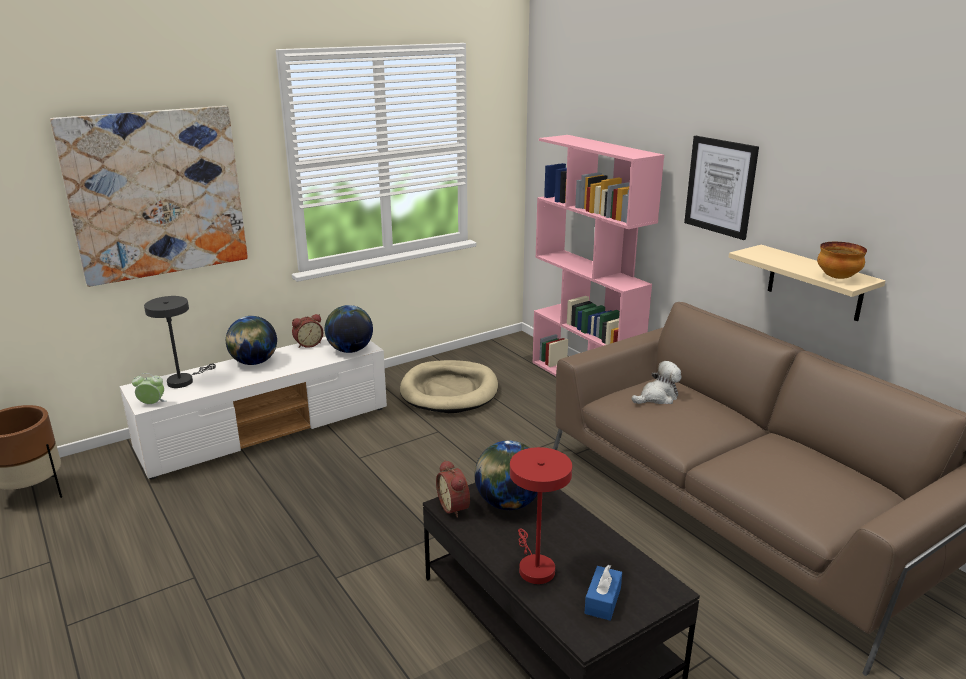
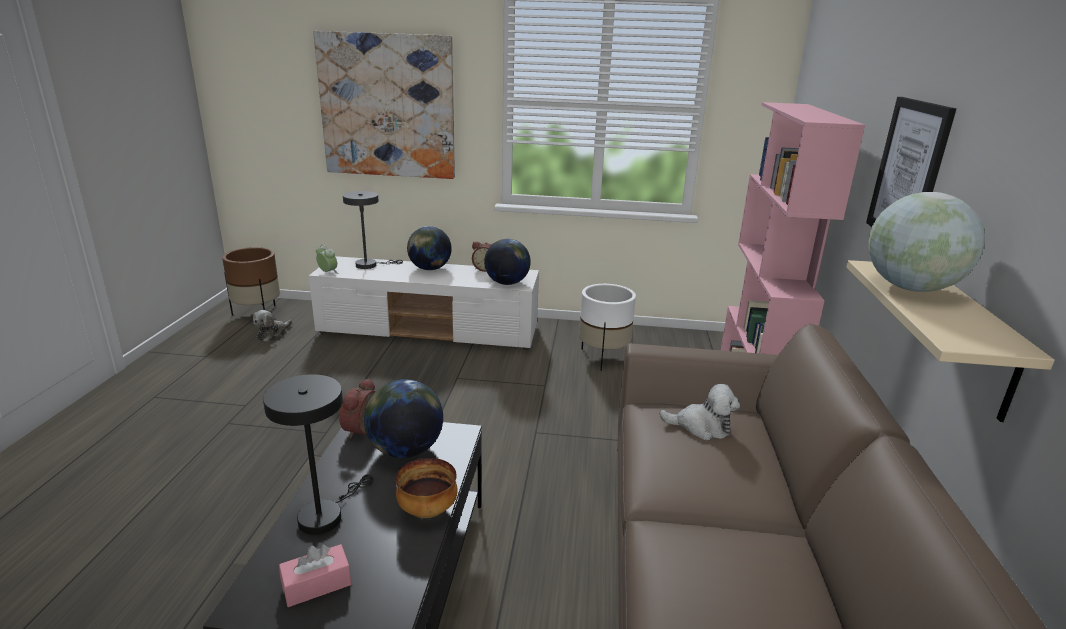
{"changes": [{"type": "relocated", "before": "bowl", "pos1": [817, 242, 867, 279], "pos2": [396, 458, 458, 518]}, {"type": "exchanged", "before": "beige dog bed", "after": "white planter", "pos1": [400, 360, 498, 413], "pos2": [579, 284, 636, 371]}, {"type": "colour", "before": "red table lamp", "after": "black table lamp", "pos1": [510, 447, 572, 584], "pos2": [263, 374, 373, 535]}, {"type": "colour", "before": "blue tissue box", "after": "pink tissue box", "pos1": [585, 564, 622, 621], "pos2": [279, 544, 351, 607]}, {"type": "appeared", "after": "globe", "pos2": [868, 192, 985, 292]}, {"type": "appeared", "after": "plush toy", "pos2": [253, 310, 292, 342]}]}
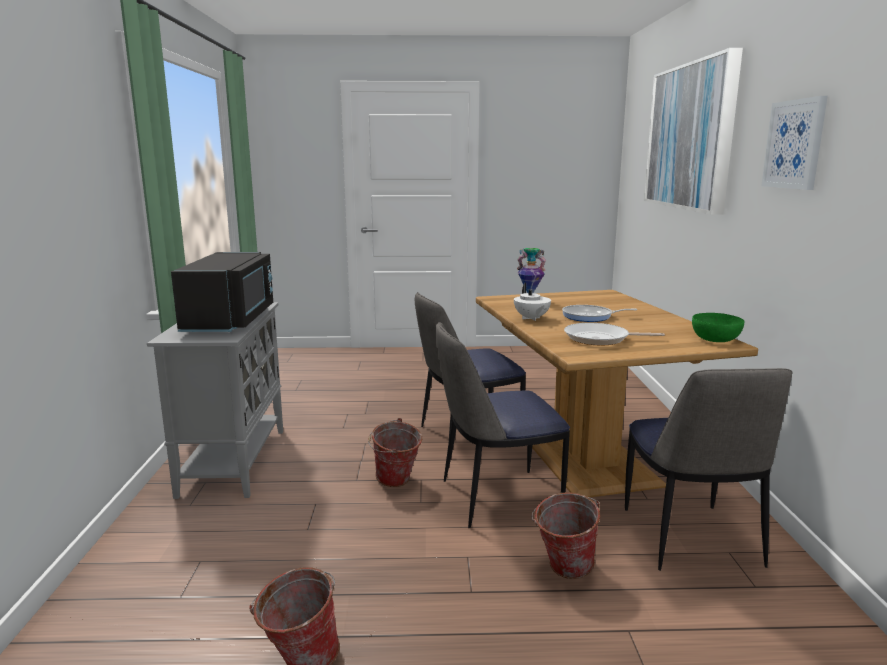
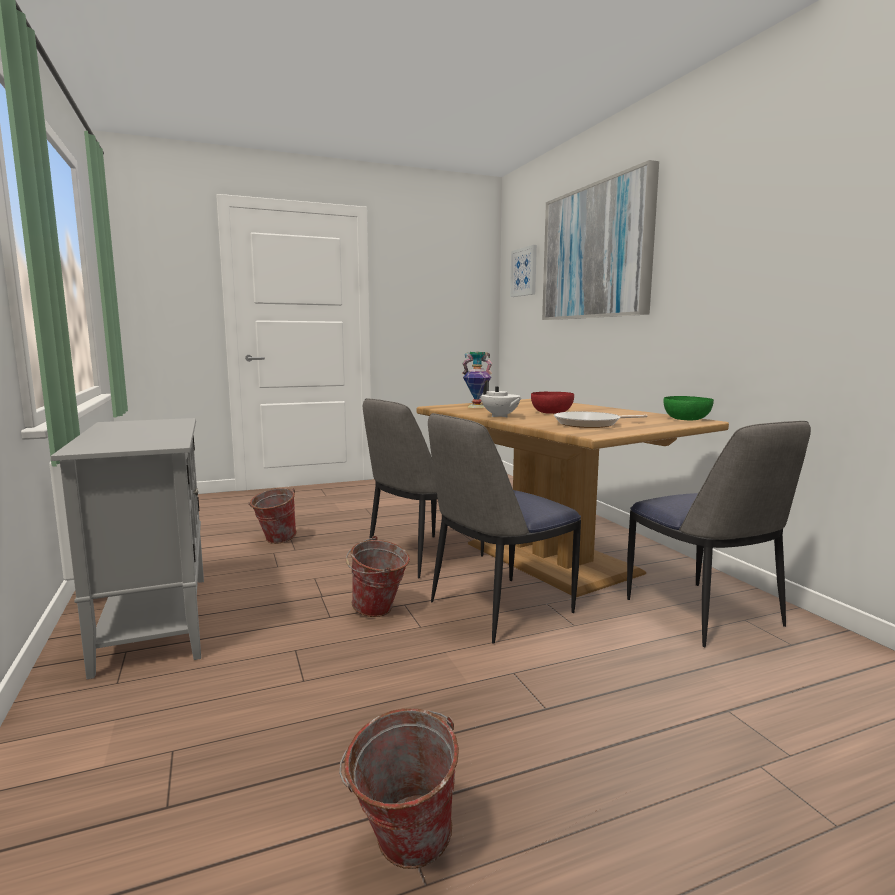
{"changes": [{"type": "relocated", "before": "picture", "pos1": [761, 96, 828, 190], "pos2": [510, 245, 537, 297]}, {"type": "missing", "before": "black microwave", "pos1": [171, 252, 273, 332]}, {"type": "exchanged", "before": "frying pan", "after": "red bowl", "pos1": [562, 305, 638, 322], "pos2": [531, 392, 574, 414]}, {"type": "relocated", "before": "bucket", "pos1": [532, 493, 600, 579], "pos2": [248, 488, 297, 544]}]}
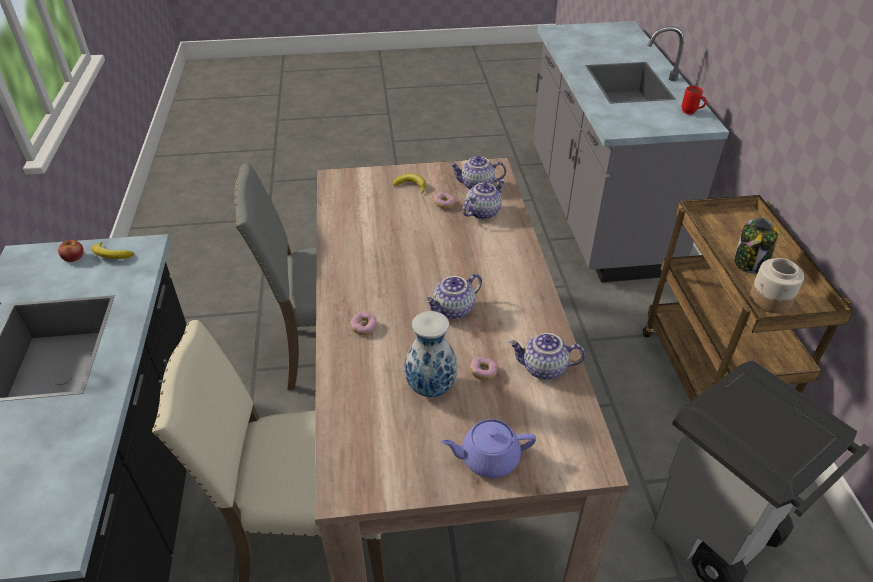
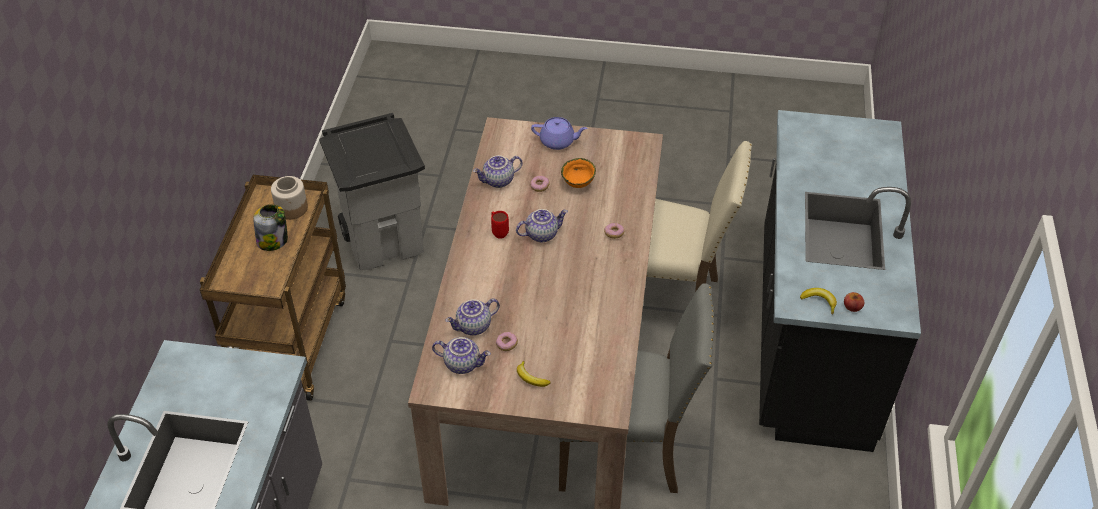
{"changes": [{"type": "relocated", "before": "red mug", "pos1": [682, 86, 707, 115], "pos2": [491, 211, 509, 239]}, {"type": "exchanged", "before": "vase", "after": "orange bowl", "pos1": [404, 311, 458, 397], "pos2": [561, 158, 596, 188]}, {"type": "spun", "before": "teapot", "pos1": [508, 333, 585, 380], "pos2": [473, 155, 523, 188], "turn": 135}]}
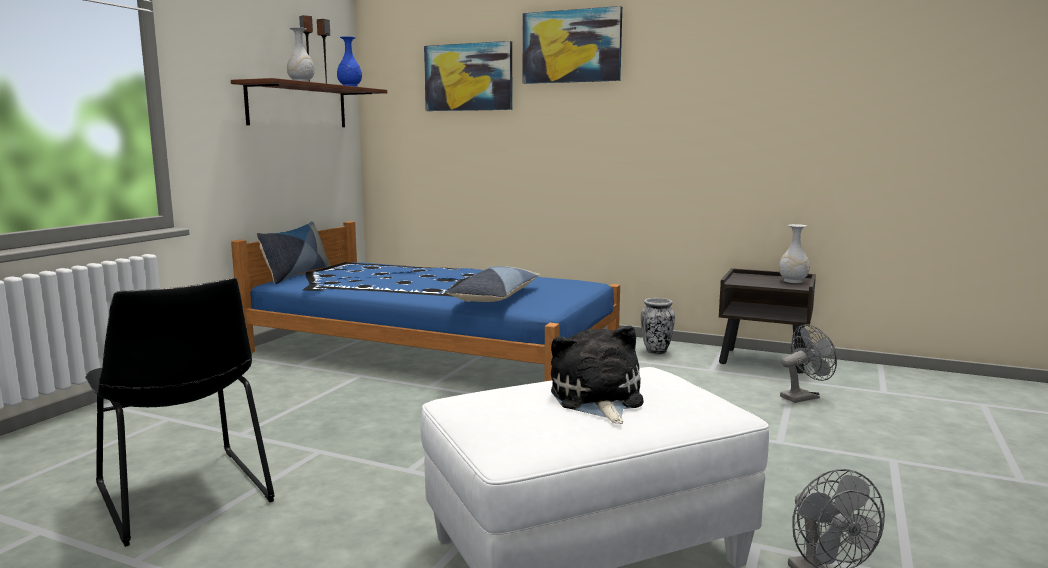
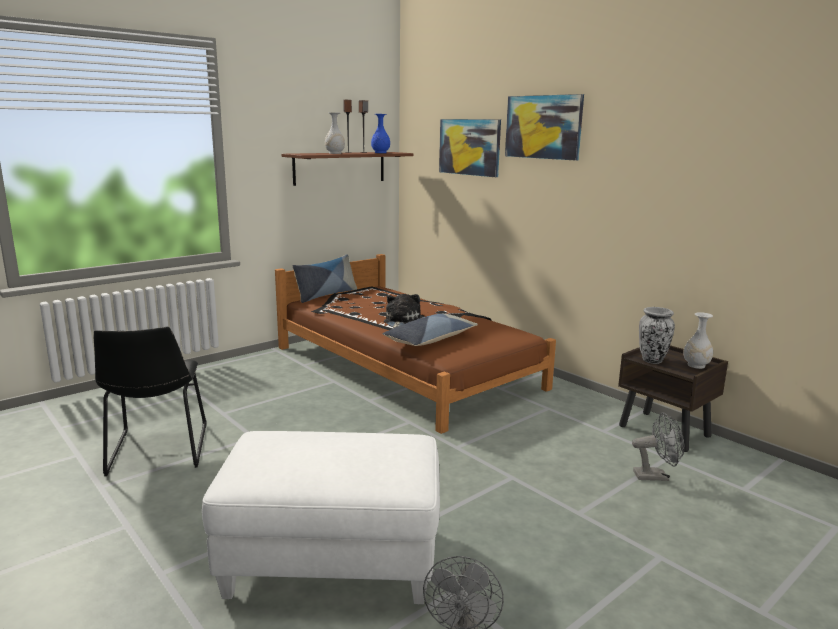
{"changes": [{"type": "colour", "before": "blue bed", "after": "brown bed", "pos1": [231, 221, 620, 382], "pos2": [275, 254, 556, 434]}, {"type": "relocated", "before": "vase", "pos1": [641, 298, 675, 354], "pos2": [639, 307, 675, 364]}, {"type": "relocated", "before": "plush toy", "pos1": [551, 325, 644, 424], "pos2": [384, 294, 421, 329]}]}
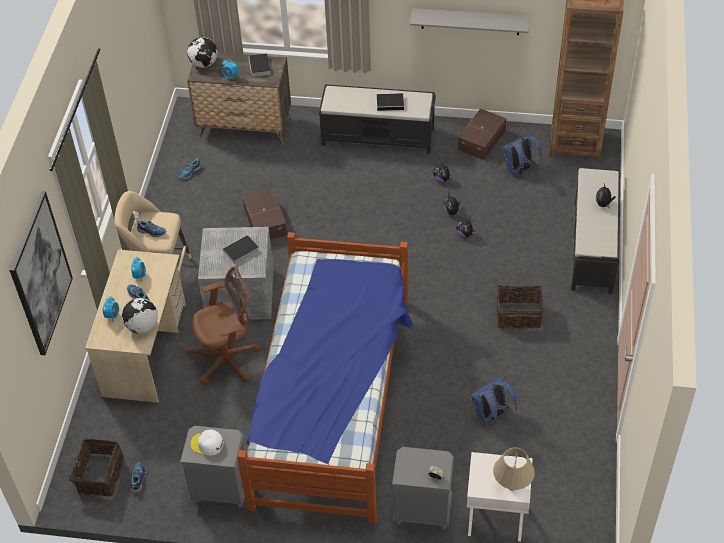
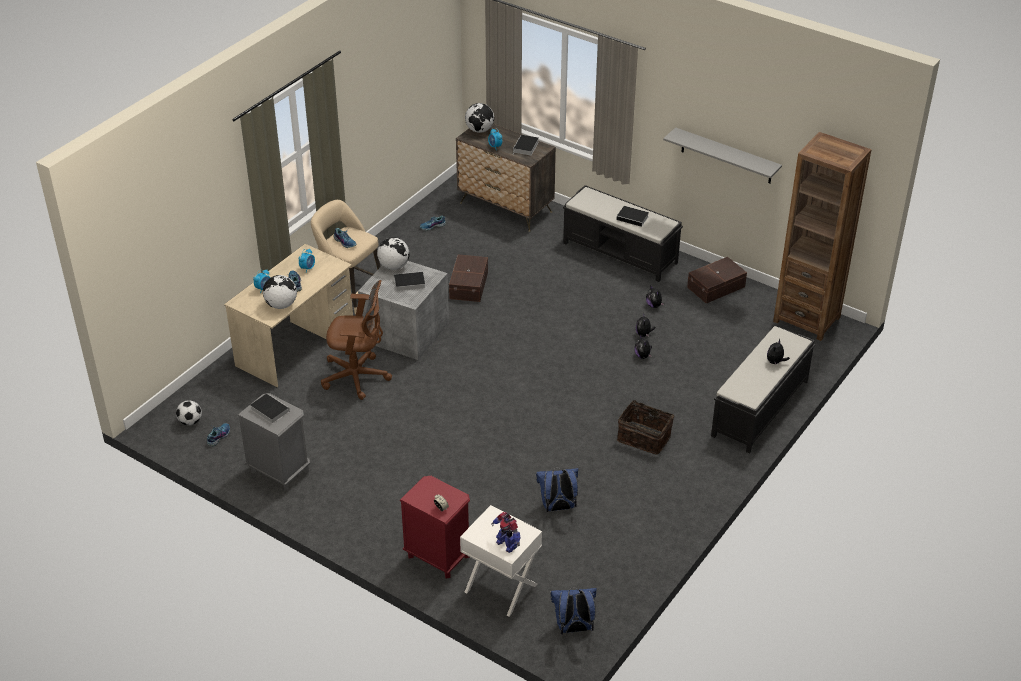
{"changes": [{"type": "relocated", "before": "blue backpack", "pos1": [502, 133, 542, 176], "pos2": [550, 587, 597, 635]}, {"type": "missing", "before": "picture", "pos1": [9, 191, 73, 355]}, {"type": "missing", "before": "bed", "pos1": [237, 232, 413, 524]}, {"type": "exchanged", "before": "white cap", "after": "book", "pos1": [190, 430, 224, 456], "pos2": [250, 394, 290, 424]}, {"type": "exchanged", "before": "basket", "after": "football", "pos1": [64, 439, 124, 497], "pos2": [176, 400, 202, 426]}, {"type": "colour", "before": "grey nightstand", "after": "red nightstand", "pos1": [392, 447, 454, 530], "pos2": [399, 476, 470, 578]}, {"type": "exchanged", "before": "beige table lamp", "after": "toy robot", "pos1": [493, 447, 535, 490], "pos2": [491, 512, 521, 553]}, {"type": "appeared", "after": "globe", "pos2": [377, 237, 410, 270]}]}
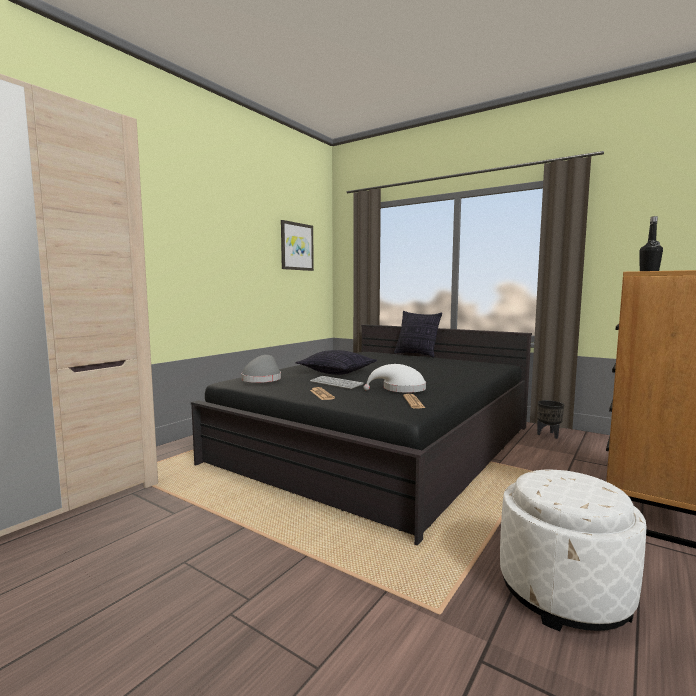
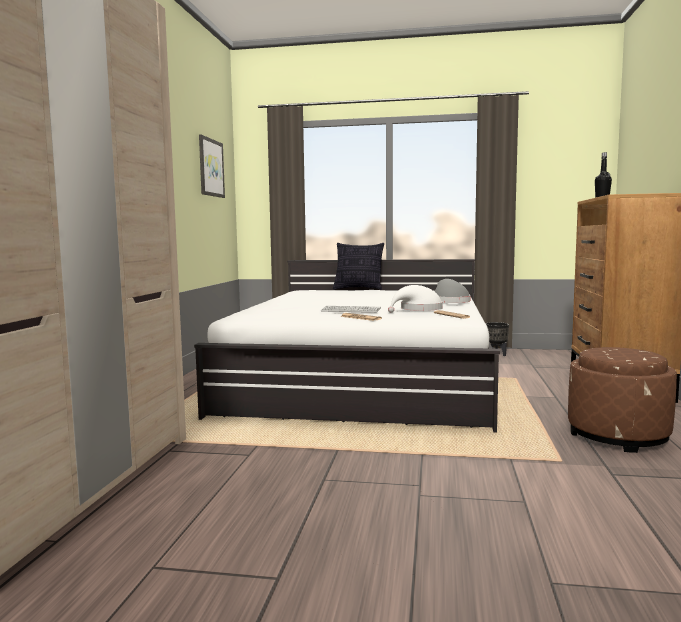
{"changes": [{"type": "colour", "before": "black bed", "after": "white bed", "pos1": [191, 324, 532, 546], "pos2": [194, 259, 500, 433]}, {"type": "missing", "before": "pillow", "pos1": [296, 350, 377, 375]}, {"type": "relocated", "before": "grey hat", "pos1": [241, 355, 281, 383], "pos2": [435, 279, 470, 303]}, {"type": "colour", "before": "white ottoman", "after": "brown ottoman", "pos1": [500, 469, 646, 631], "pos2": [568, 347, 677, 453]}]}
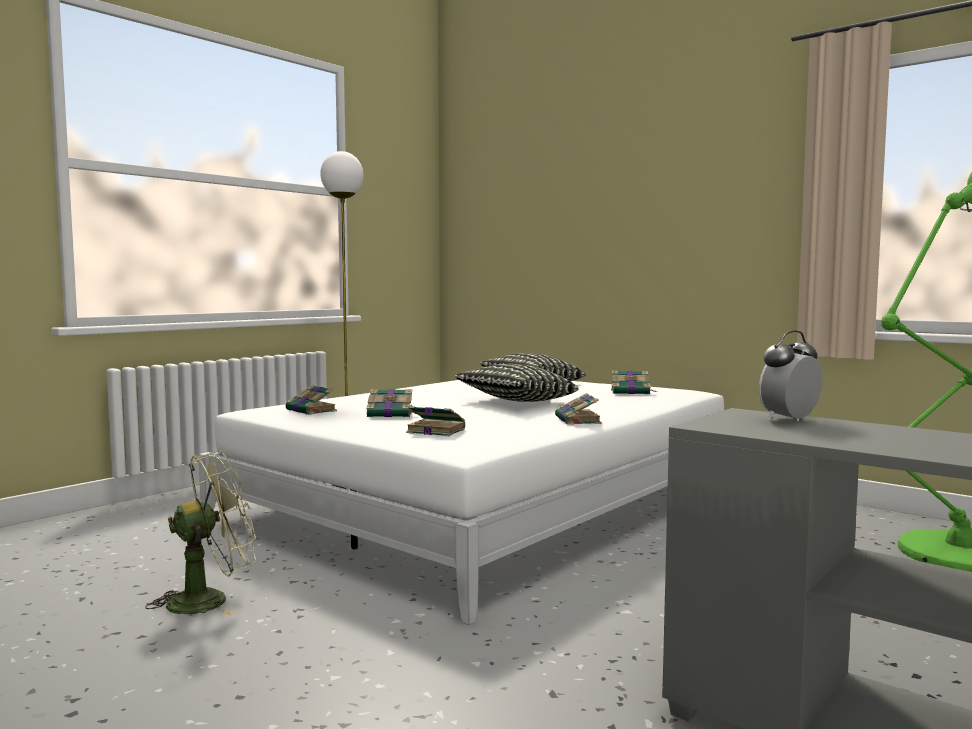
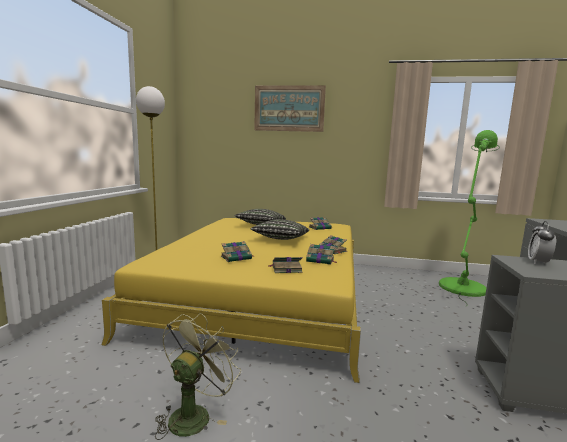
{"changes": [{"type": "colour", "before": "white bed", "after": "yellow bed", "pos1": [199, 380, 724, 625], "pos2": [101, 218, 361, 383]}, {"type": "relocated", "before": "book", "pos1": [286, 385, 337, 415], "pos2": [306, 244, 336, 265]}, {"type": "appeared", "after": "picture", "pos2": [254, 85, 326, 132]}]}
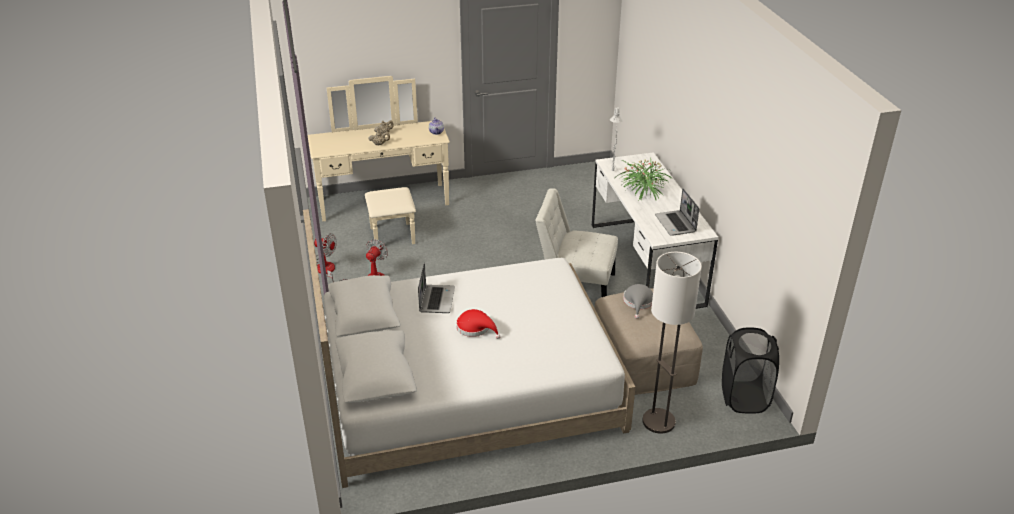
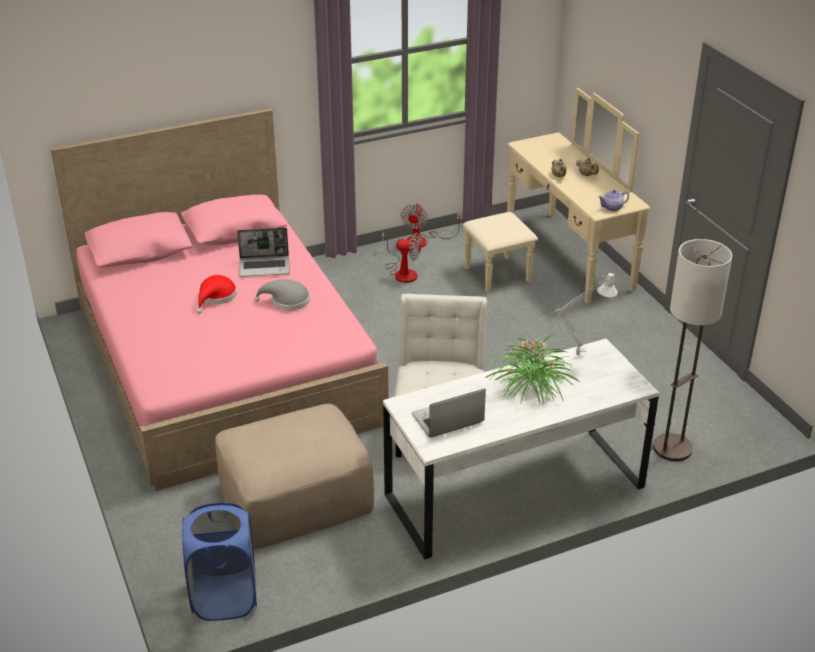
{"changes": [{"type": "colour", "before": "white bed", "after": "pink bed", "pos1": [303, 209, 636, 488], "pos2": [50, 108, 389, 491]}, {"type": "relocated", "before": "floor lamp", "pos1": [642, 252, 702, 434], "pos2": [653, 239, 732, 461]}, {"type": "relocated", "before": "grey hat", "pos1": [623, 284, 653, 319], "pos2": [254, 279, 310, 311]}, {"type": "colour", "before": "black laundry basket", "after": "blue laundry basket", "pos1": [722, 327, 779, 414], "pos2": [182, 502, 257, 621]}]}
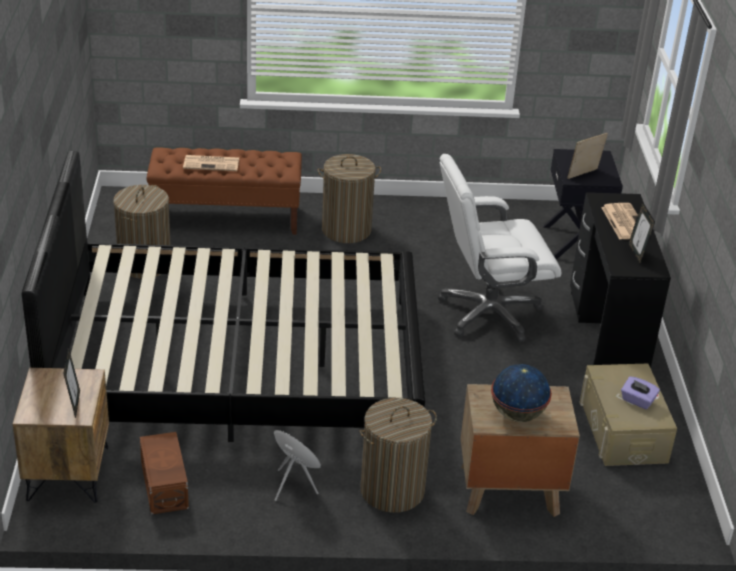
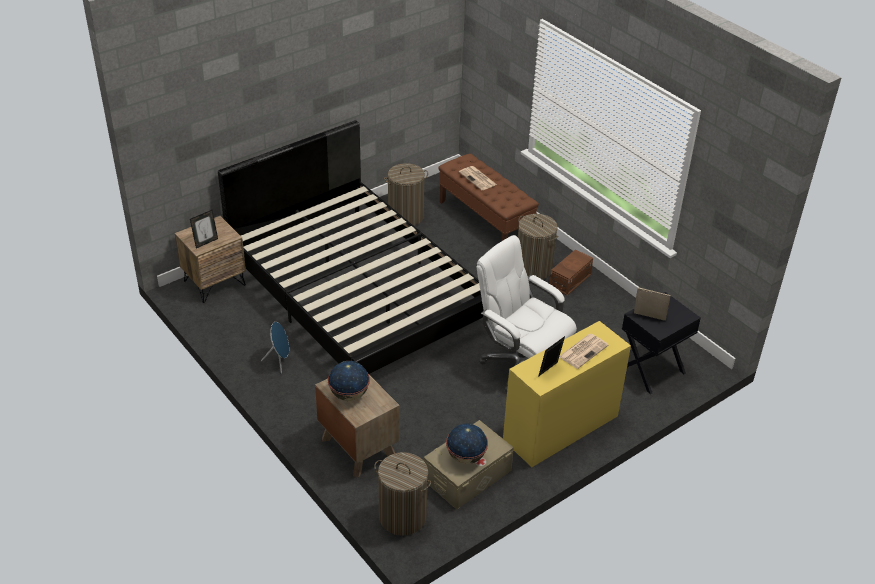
{"changes": [{"type": "colour", "before": "black desk", "after": "yellow desk", "pos1": [570, 192, 671, 368], "pos2": [503, 321, 631, 467]}, {"type": "exchanged", "before": "purple tissue box", "after": "globe", "pos1": [621, 376, 660, 409], "pos2": [446, 423, 488, 464]}, {"type": "relocated", "before": "laundry basket", "pos1": [360, 398, 437, 513], "pos2": [374, 452, 431, 536]}, {"type": "relocated", "before": "brown storage box", "pos1": [140, 432, 189, 515], "pos2": [550, 249, 593, 296]}]}
